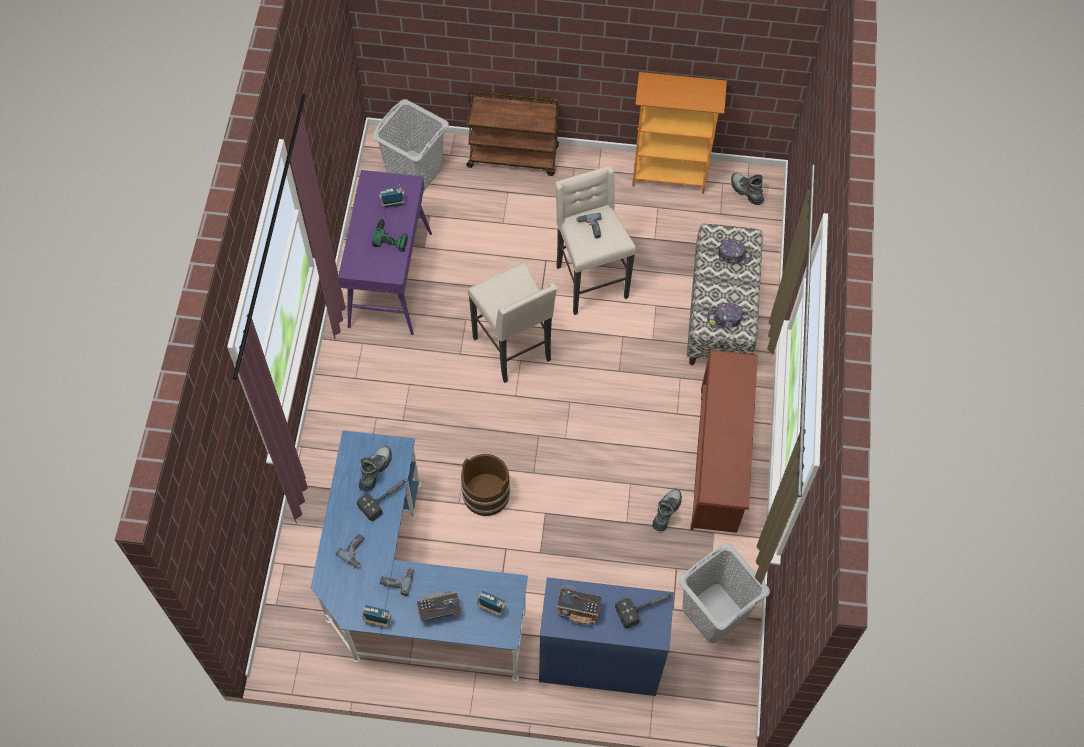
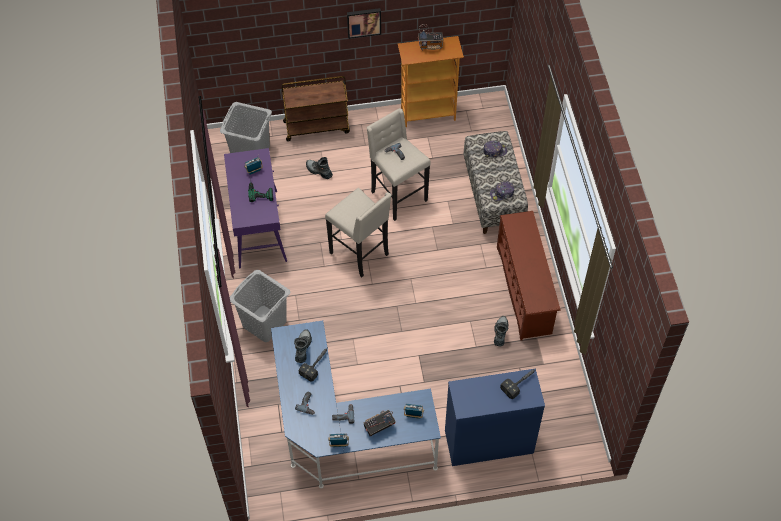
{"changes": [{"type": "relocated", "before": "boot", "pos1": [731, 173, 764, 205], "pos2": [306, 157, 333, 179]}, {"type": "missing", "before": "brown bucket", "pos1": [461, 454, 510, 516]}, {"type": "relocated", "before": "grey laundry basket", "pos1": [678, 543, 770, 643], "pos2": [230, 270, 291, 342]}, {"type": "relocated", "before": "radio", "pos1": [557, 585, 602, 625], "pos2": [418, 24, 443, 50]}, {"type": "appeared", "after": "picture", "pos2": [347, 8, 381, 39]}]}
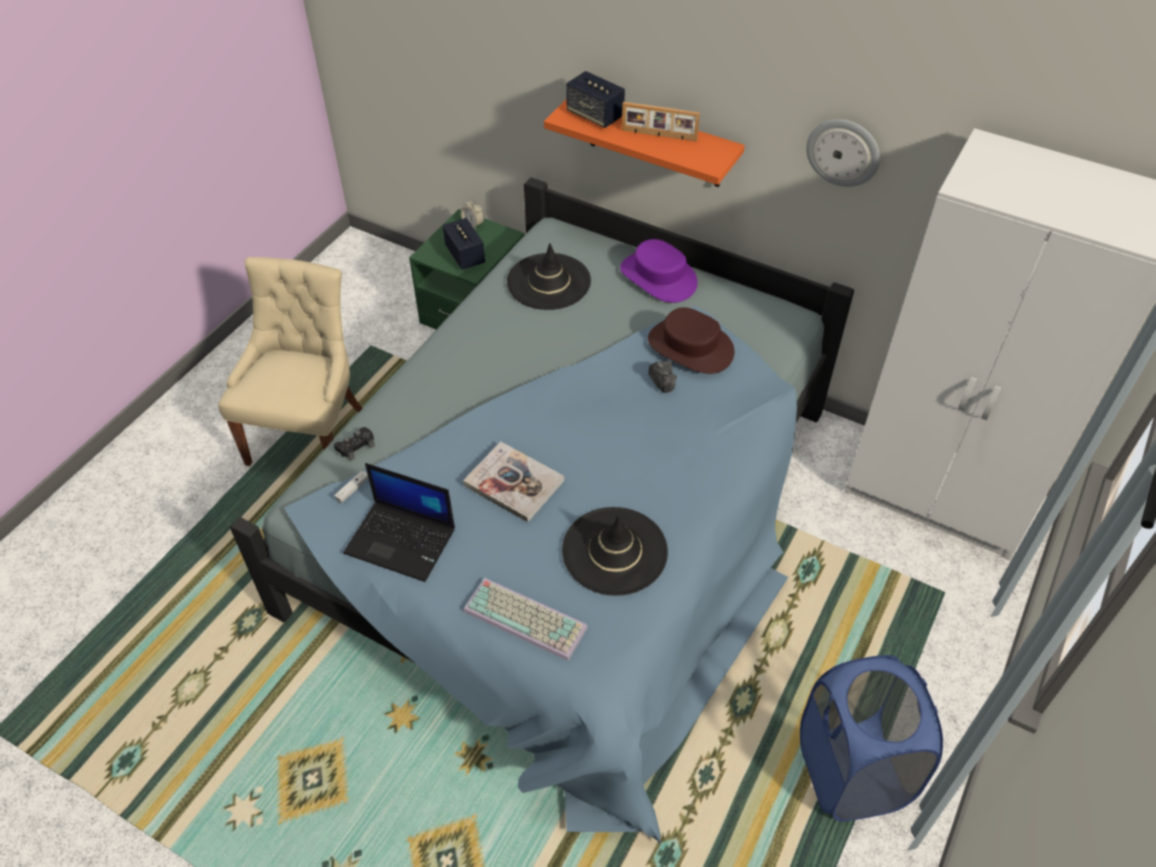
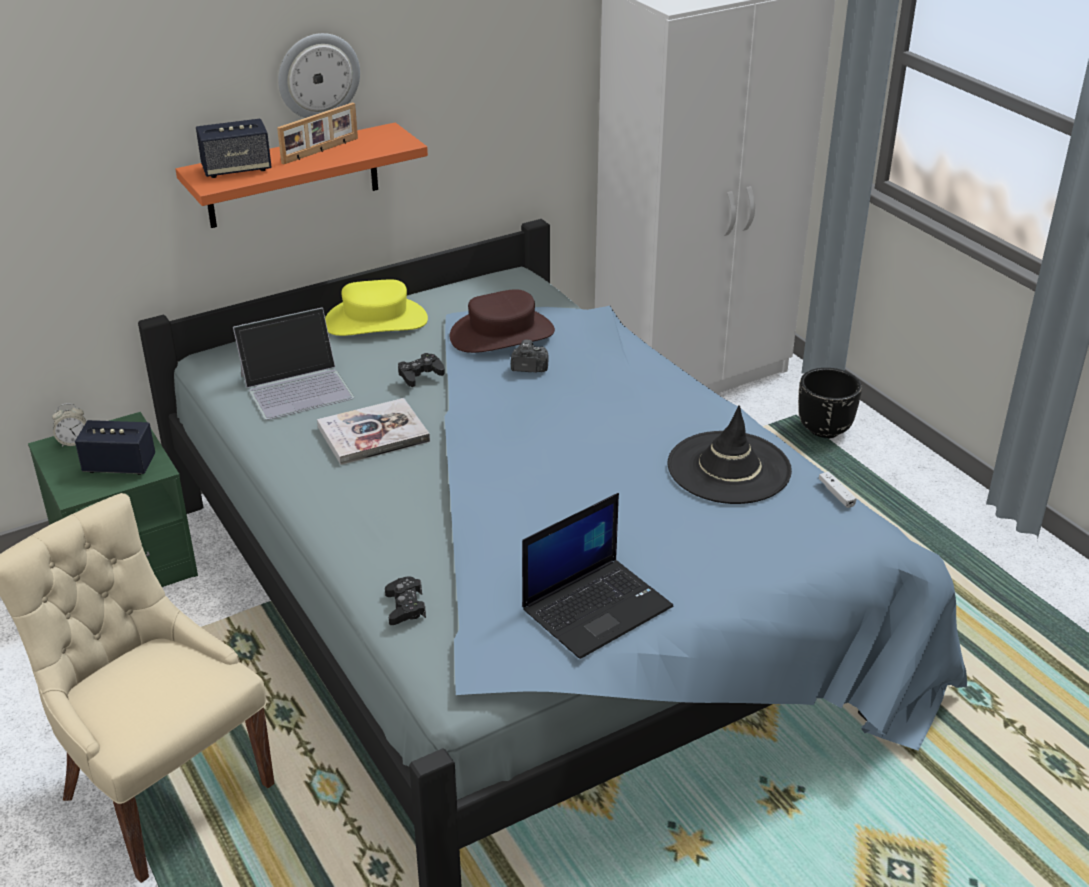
{"changes": [{"type": "relocated", "before": "wall clock", "pos1": [806, 119, 880, 187], "pos2": [278, 33, 360, 118]}, {"type": "colour", "before": "purple hat", "after": "yellow hat", "pos1": [620, 239, 698, 303], "pos2": [325, 279, 428, 336]}, {"type": "exchanged", "before": "black hat", "after": "laptop", "pos1": [507, 243, 591, 310], "pos2": [233, 307, 354, 420]}, {"type": "relocated", "before": "book", "pos1": [463, 441, 564, 522], "pos2": [317, 398, 430, 465]}, {"type": "relocated", "before": "white game controller", "pos1": [334, 470, 368, 503], "pos2": [819, 472, 856, 508]}, {"type": "missing", "before": "keyboard", "pos1": [463, 578, 588, 661]}, {"type": "missing", "before": "blue laundry basket", "pos1": [800, 655, 943, 822]}, {"type": "appeared", "after": "black game controller", "pos2": [398, 353, 445, 387]}, {"type": "appeared", "after": "black planter", "pos2": [799, 368, 862, 439]}]}
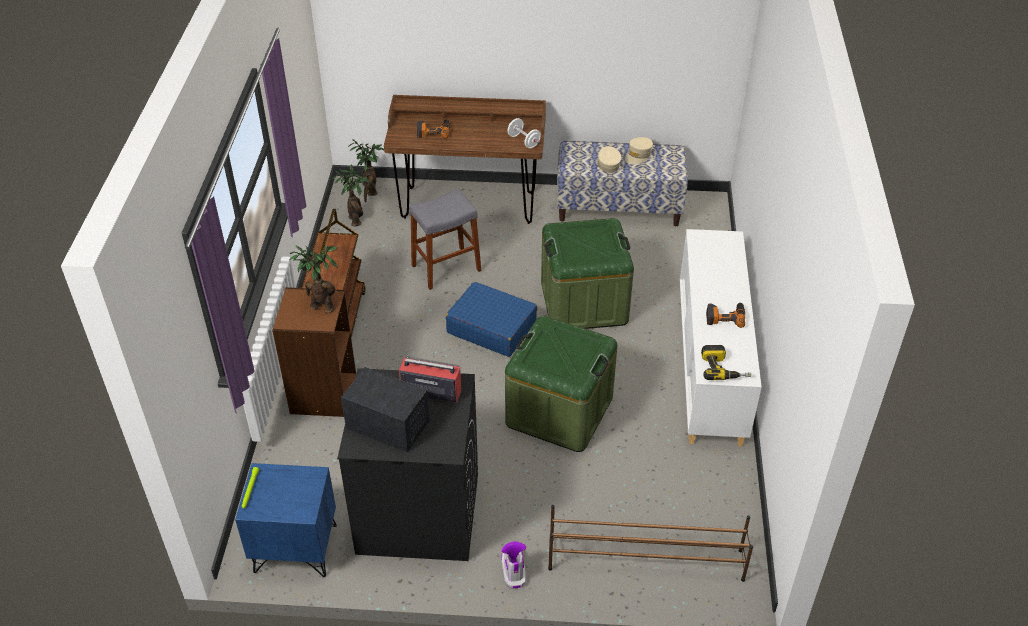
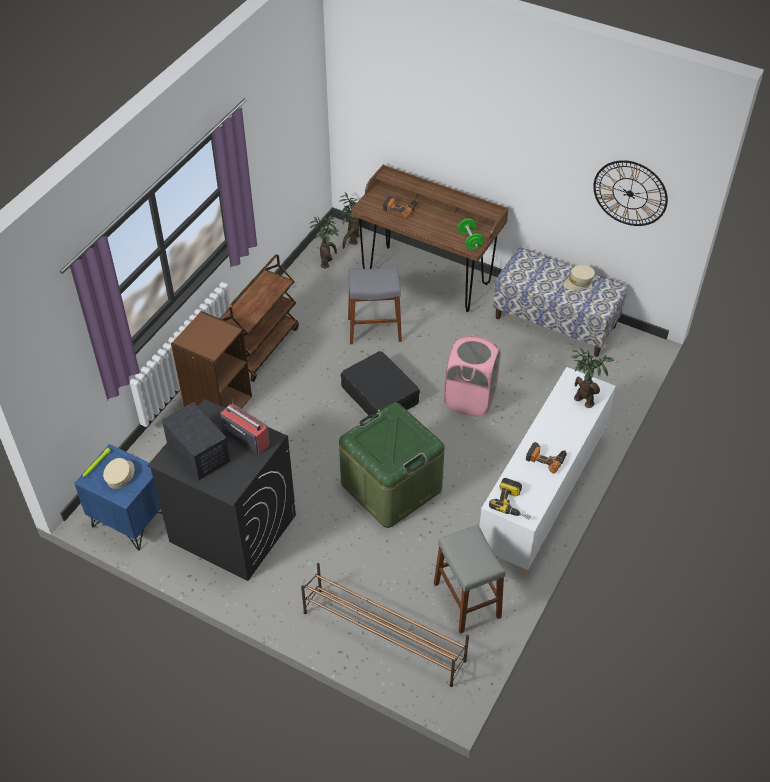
{"changes": [{"type": "colour", "before": "white dumbbell", "after": "green dumbbell", "pos1": [507, 118, 541, 149], "pos2": [458, 218, 483, 249]}, {"type": "relocated", "before": "beige cap", "pos1": [597, 146, 621, 173], "pos2": [103, 458, 134, 489]}, {"type": "exchanged", "before": "green storage box", "after": "pink laundry basket", "pos1": [541, 218, 634, 329], "pos2": [444, 335, 500, 417]}, {"type": "relocated", "before": "potted plant", "pos1": [289, 245, 338, 313], "pos2": [570, 347, 614, 408]}, {"type": "colour", "before": "blue suitcase", "after": "black suitcase", "pos1": [446, 282, 537, 357], "pos2": [341, 351, 420, 418]}, {"type": "missing", "before": "boot", "pos1": [501, 542, 527, 589]}, {"type": "appeared", "after": "wall clock", "pos2": [593, 160, 668, 226]}, {"type": "appeared", "after": "grey stool", "pos2": [434, 525, 506, 634]}]}
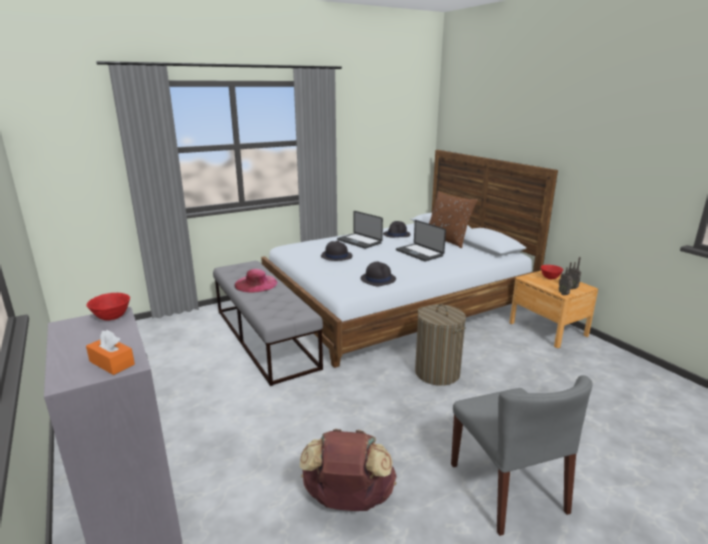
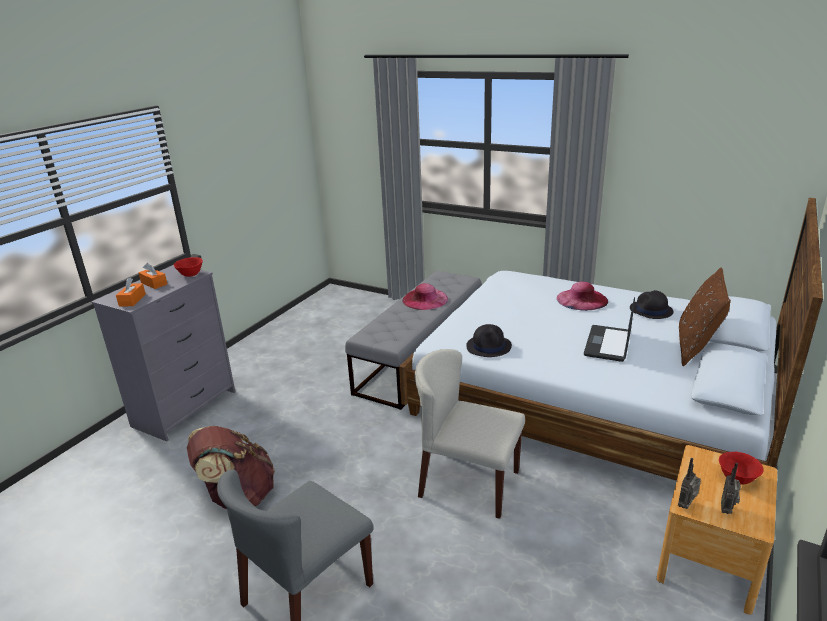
{"changes": [{"type": "exchanged", "before": "laptop", "after": "pink hat", "pos1": [337, 211, 383, 249], "pos2": [557, 282, 608, 311]}, {"type": "missing", "before": "black hat", "pos1": [321, 241, 352, 261]}, {"type": "exchanged", "before": "laundry basket", "after": "beige chair", "pos1": [415, 304, 466, 386], "pos2": [415, 349, 525, 519]}, {"type": "appeared", "after": "orange tissue box", "pos2": [139, 263, 167, 289]}]}
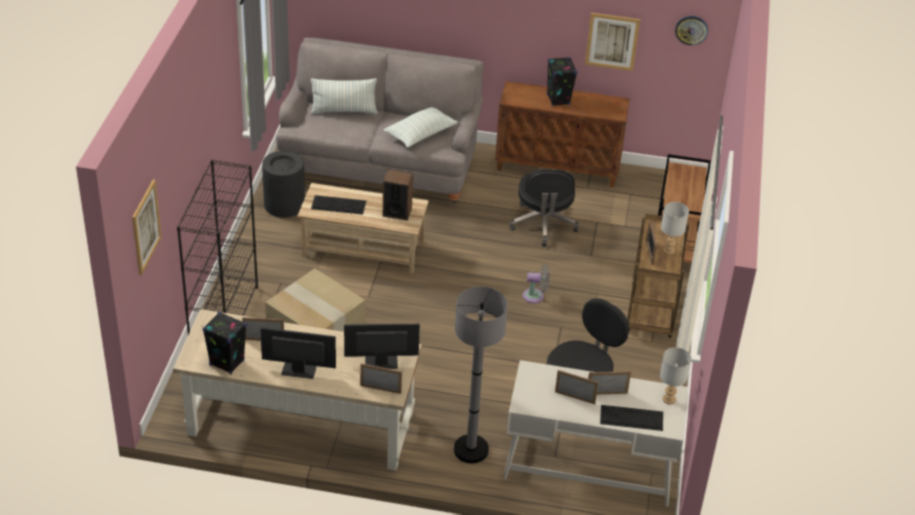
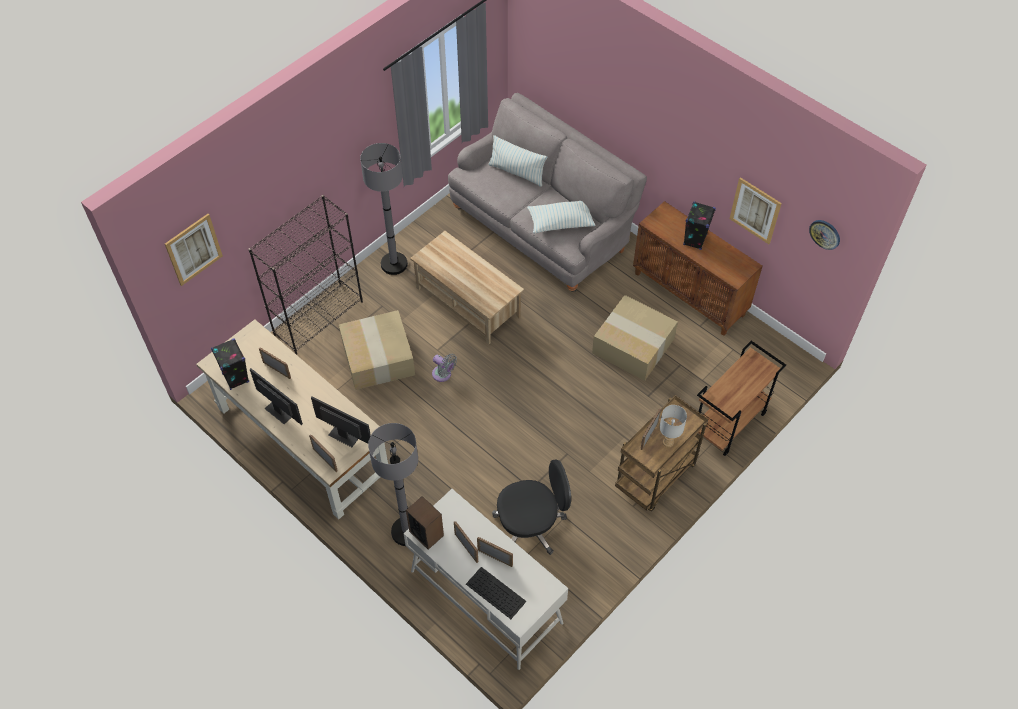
{"changes": [{"type": "missing", "before": "black trash can", "pos1": [262, 151, 305, 218]}, {"type": "relocated", "before": "speaker", "pos1": [383, 169, 413, 221], "pos2": [406, 496, 444, 550]}, {"type": "exchanged", "before": "black office chair", "after": "cardboard box", "pos1": [509, 169, 579, 247], "pos2": [592, 295, 678, 381]}, {"type": "missing", "before": "keyboard", "pos1": [311, 195, 366, 215]}, {"type": "relocated", "before": "grey fan", "pos1": [523, 264, 550, 303], "pos2": [432, 354, 457, 382]}, {"type": "missing", "before": "grey table lamp", "pos1": [660, 347, 691, 404]}, {"type": "appeared", "after": "grey floor lamp", "pos2": [360, 143, 408, 275]}]}
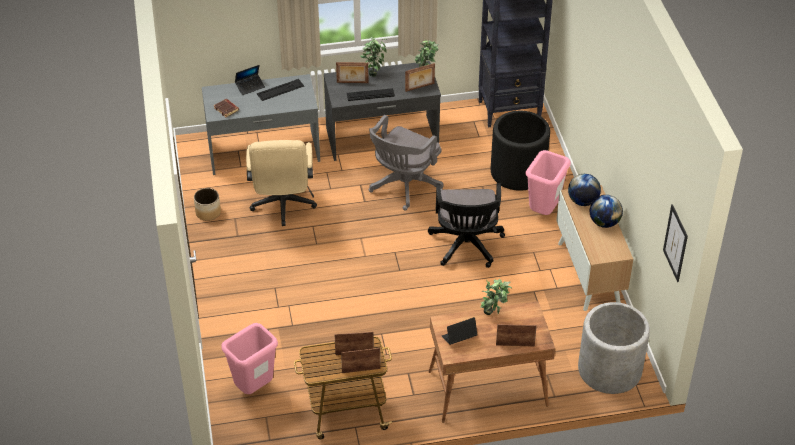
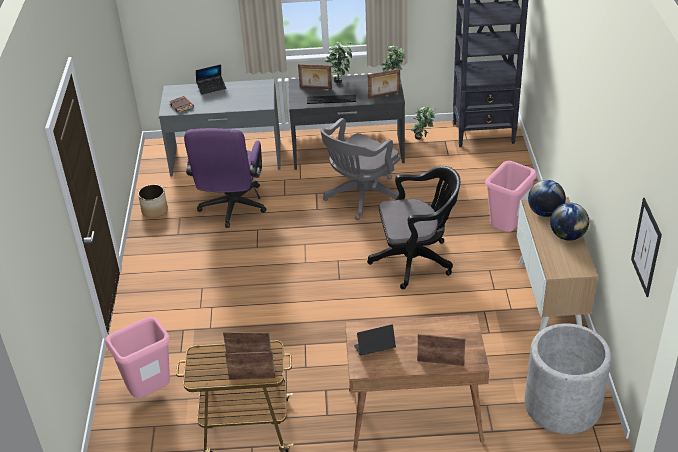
{"changes": [{"type": "missing", "before": "keyboard", "pos1": [257, 79, 304, 101]}, {"type": "missing", "before": "black planter", "pos1": [491, 111, 550, 191]}, {"type": "colour", "before": "beige office chair", "after": "purple office chair", "pos1": [246, 140, 317, 226], "pos2": [184, 128, 267, 228]}, {"type": "spun", "before": "black office chair", "pos1": [428, 183, 505, 268], "pos2": [367, 166, 460, 289], "turn": -105}, {"type": "relocated", "before": "potted plant", "pos1": [480, 279, 512, 315], "pos2": [411, 107, 437, 140]}]}
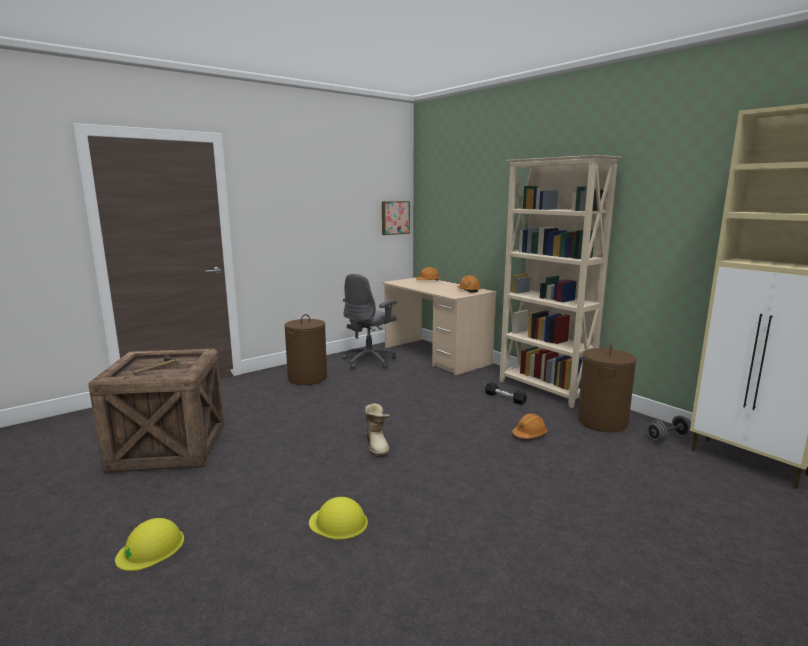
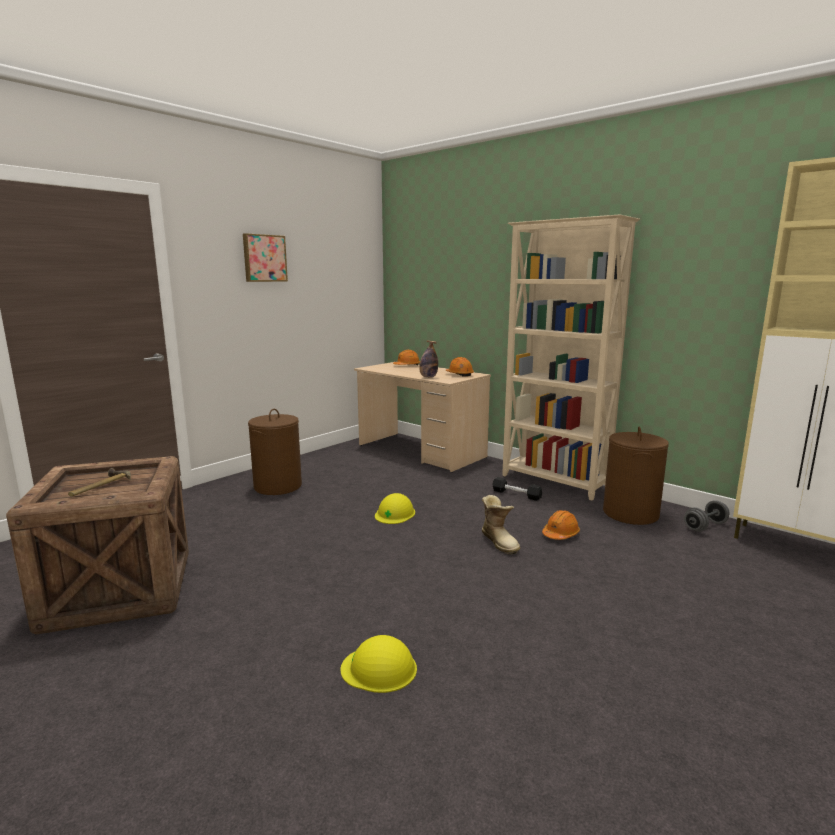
{"changes": [{"type": "relocated", "before": "picture", "pos1": [382, 201, 410, 235], "pos2": [243, 233, 288, 282]}, {"type": "missing", "before": "grey office chair", "pos1": [342, 274, 397, 369]}, {"type": "relocated", "before": "boot", "pos1": [365, 403, 390, 457], "pos2": [482, 495, 520, 555]}, {"type": "relocated", "before": "yellow hard hat", "pos1": [115, 518, 184, 571], "pos2": [375, 493, 415, 524]}, {"type": "appeared", "after": "bottle", "pos2": [420, 341, 438, 378]}]}
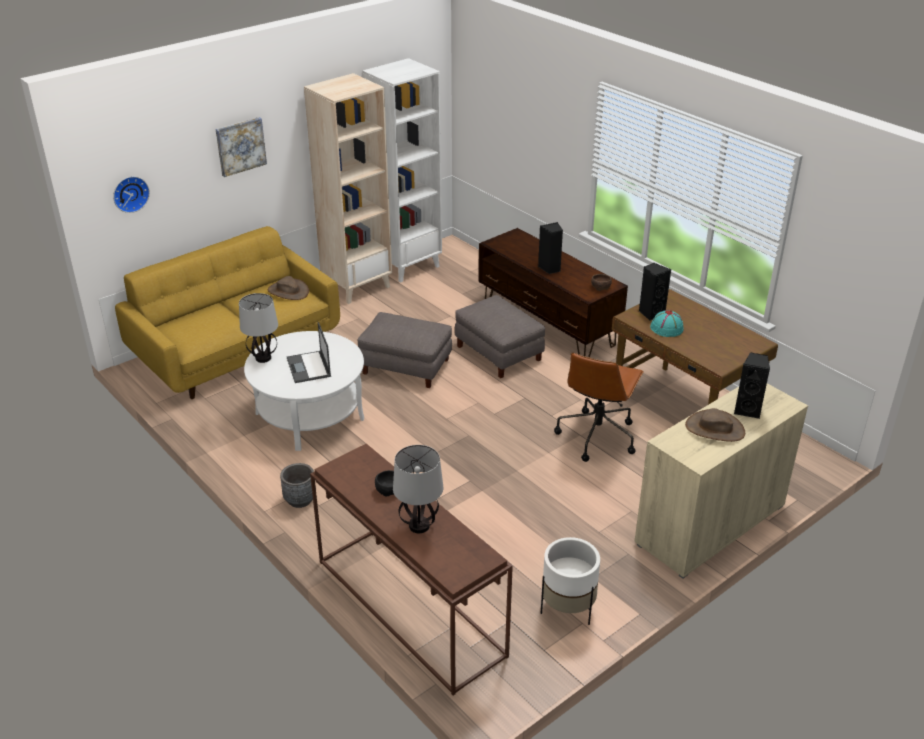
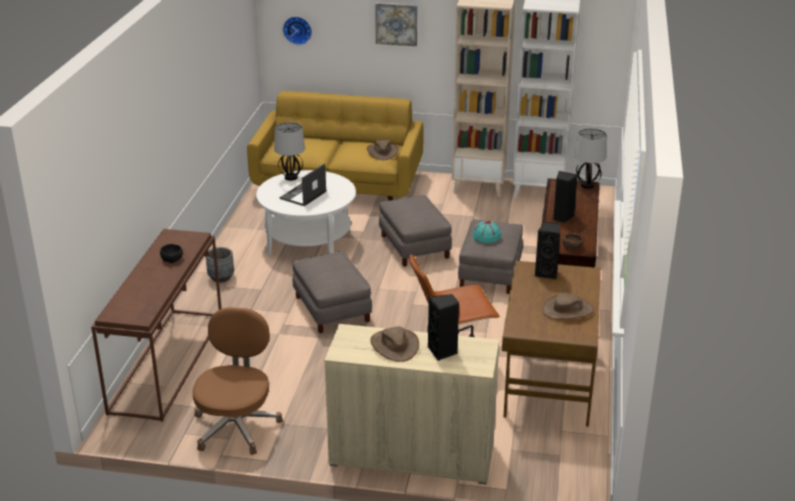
{"changes": [{"type": "relocated", "before": "turquoise hat", "pos1": [650, 310, 683, 337], "pos2": [473, 220, 501, 243]}, {"type": "relocated", "before": "table lamp", "pos1": [393, 445, 443, 533], "pos2": [574, 128, 607, 189]}, {"type": "exchanged", "before": "white planter", "after": "brown office chair", "pos1": [541, 537, 600, 625], "pos2": [193, 307, 283, 455]}, {"type": "appeared", "after": "grey ottoman", "pos2": [292, 251, 372, 333]}, {"type": "appeared", "after": "brown hat", "pos2": [542, 293, 594, 320]}]}
